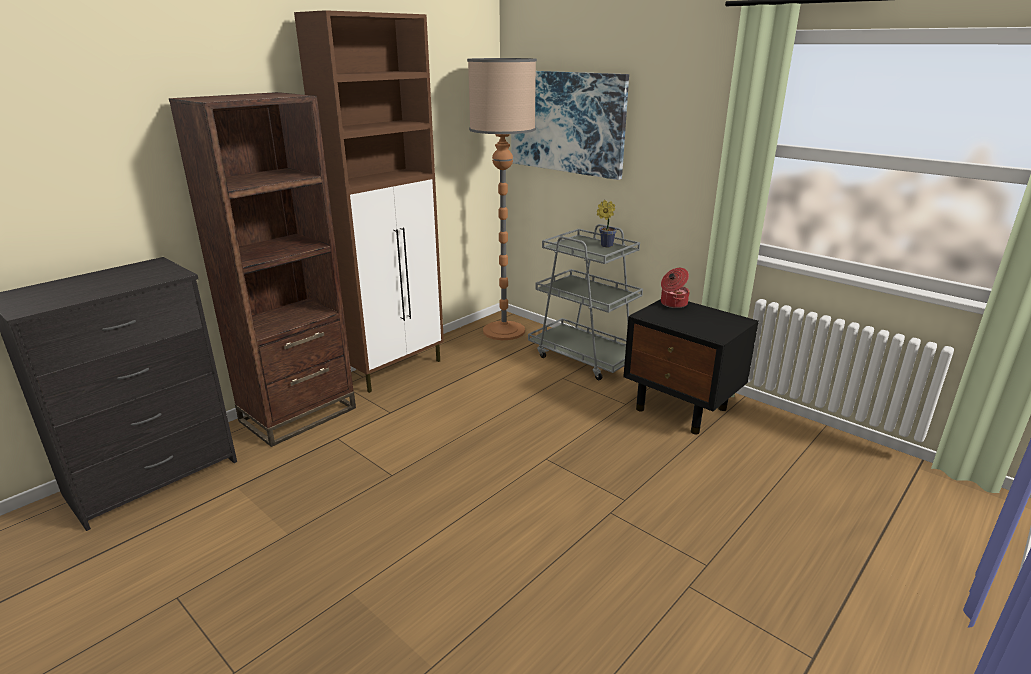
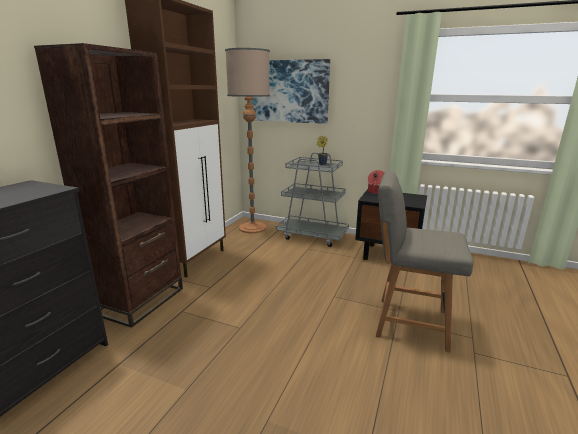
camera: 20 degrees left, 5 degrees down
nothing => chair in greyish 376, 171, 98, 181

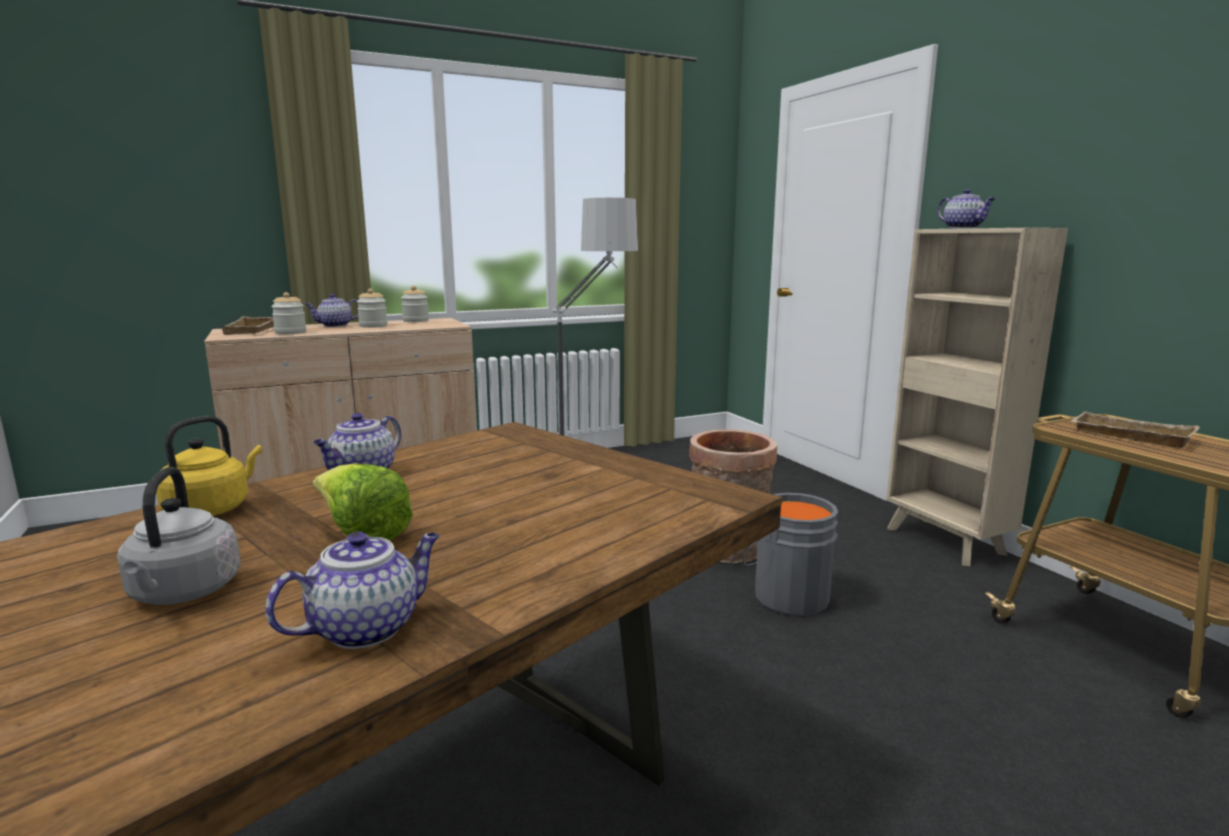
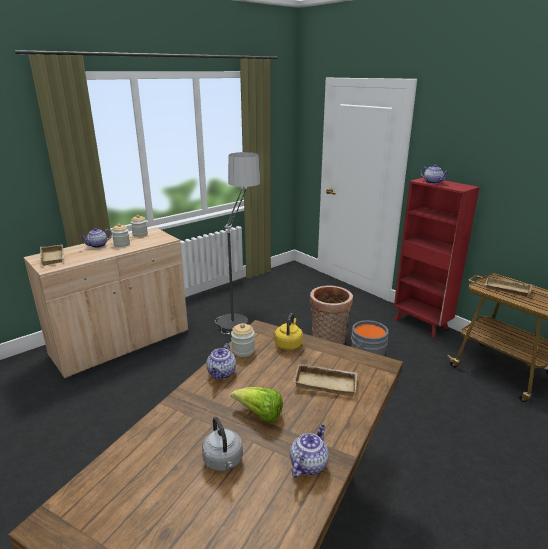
camera: 15 degrees left, 10 degrees up
bookshelf in beige 886, 228, 182, 338 => bookshelf in red 394, 178, 86, 160
storage jar 271, 292, 35, 42 => storage jar 231, 323, 24, 34, move
kettle in yellowish 156, 416, 107, 100 => kettle in yellowish 275, 313, 28, 37, move
nothing => serving tray in beige 293, 364, 65, 32

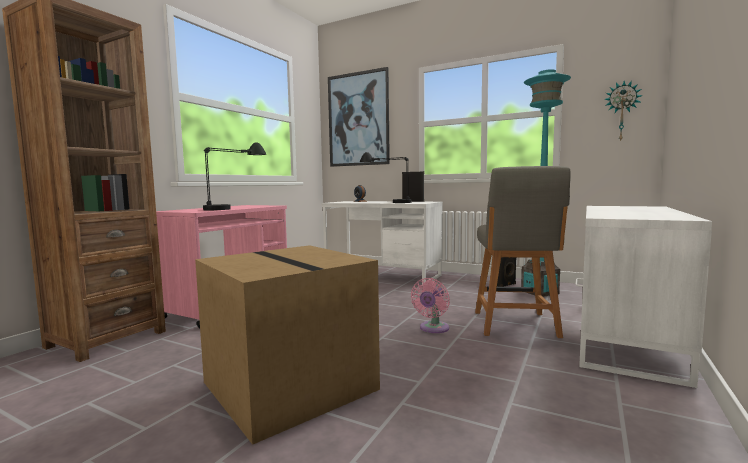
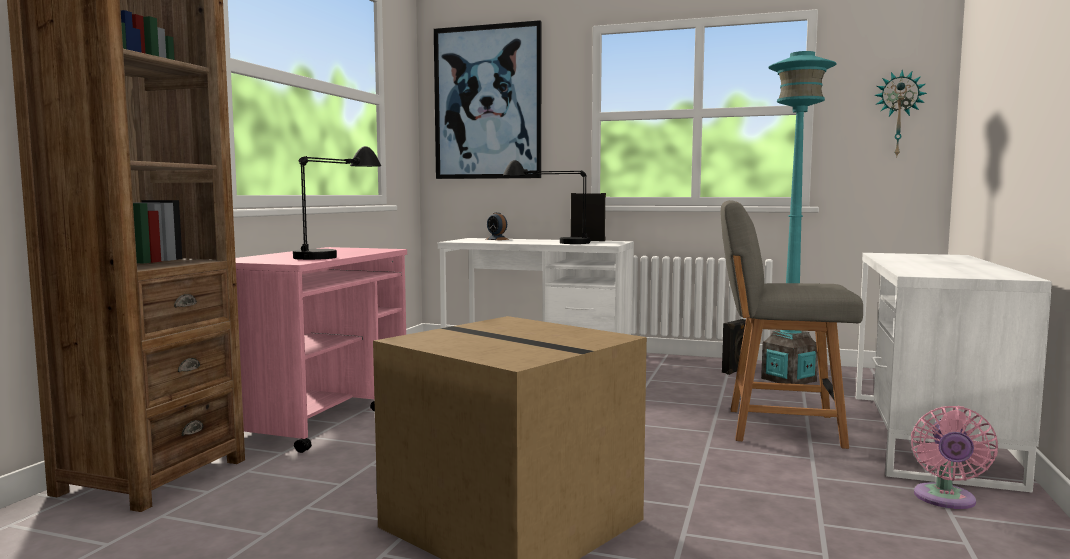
camera: 10 degrees left, 0 degrees up
chair in greyish 475, 166, 96, 172 => chair in greyish 721, 200, 142, 249, 105 degrees clockwise
fan in pink 411, 278, 39, 55 => fan in pink 911, 406, 87, 103, move

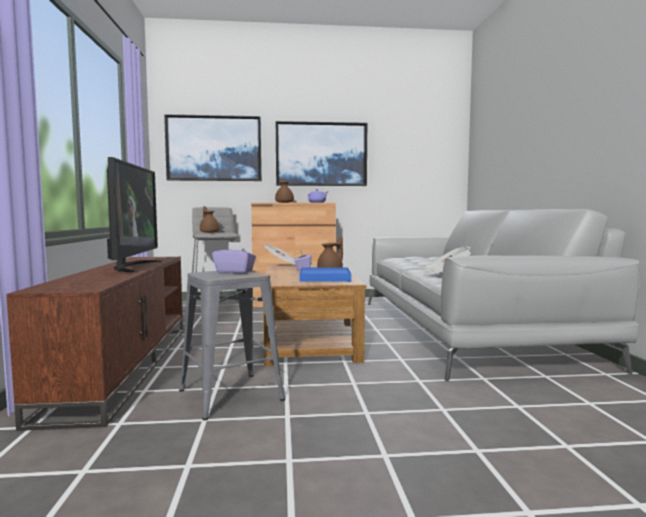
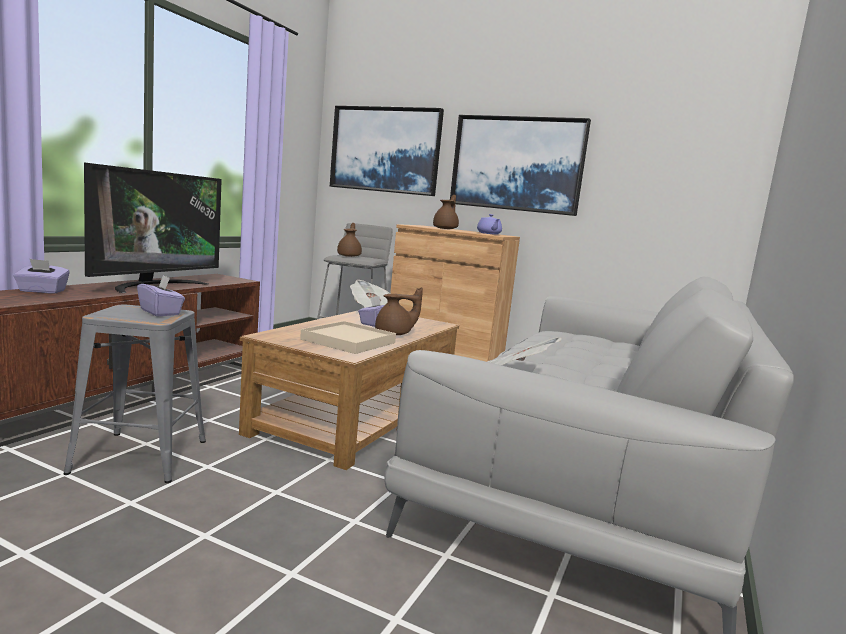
camera: 30 degrees right, 5 degrees up
serving tray in blue 300, 267, 51, 15 => serving tray in beige 300, 321, 96, 33
nothing => tissue box in purple 13, 259, 57, 34

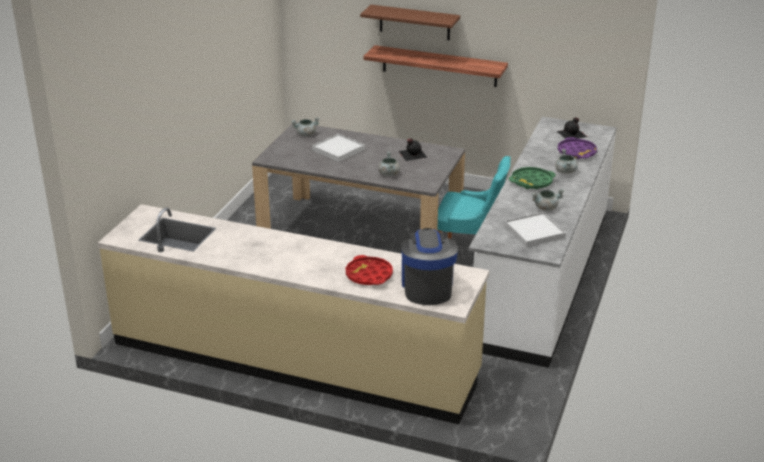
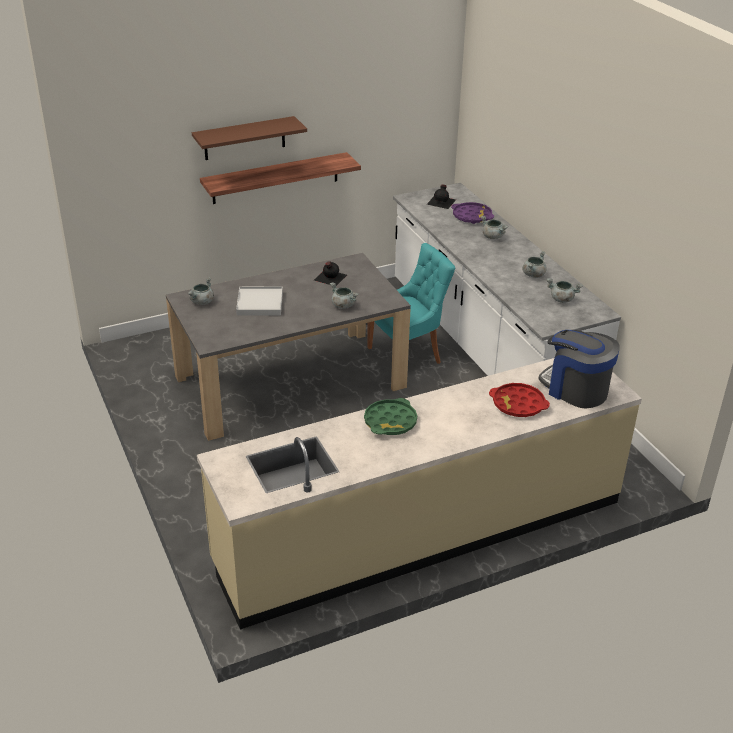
camera: 45 degrees left, 5 degrees up
serving tray in green-coloured 509, 167, 47, 22 => serving tray in green-coloured 364, 398, 53, 37, move
serving tray in white 505, 212, 61, 36 => saucepot in greyish 547, 278, 36, 25

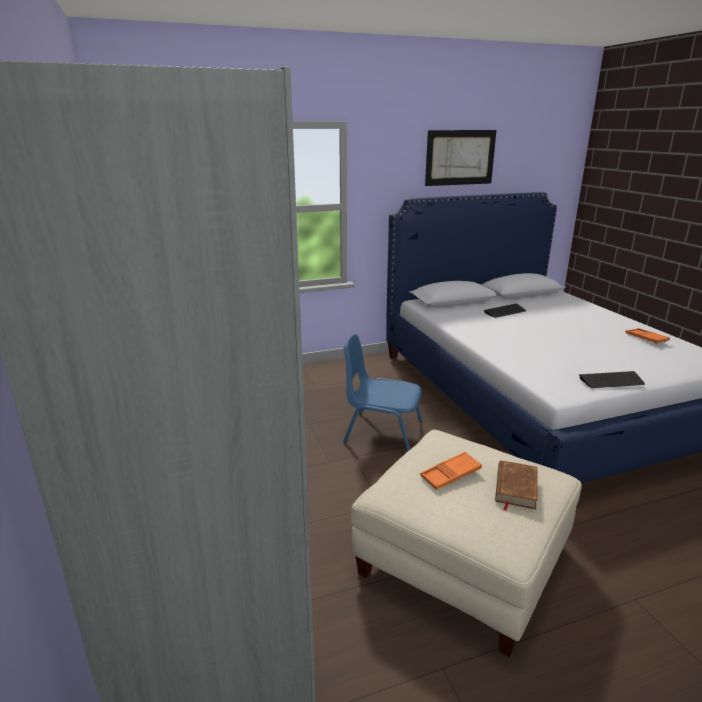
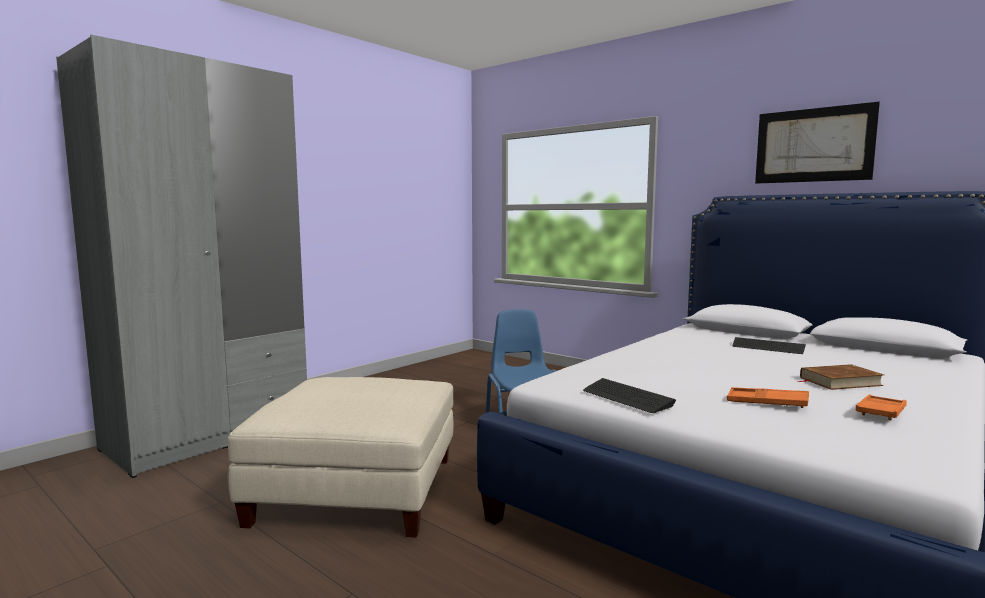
camera: 60 degrees right, 15 degrees down
serving tray in orangey 420, 452, 62, 38 => serving tray in orangey 727, 387, 82, 21, move
book in brown 495, 460, 43, 51 => book in brown 798, 364, 86, 26, move

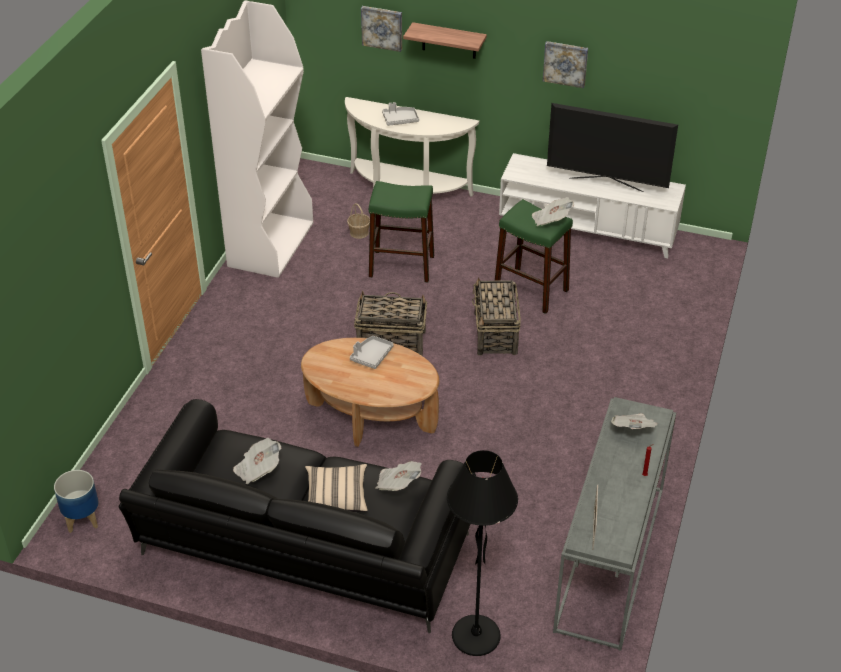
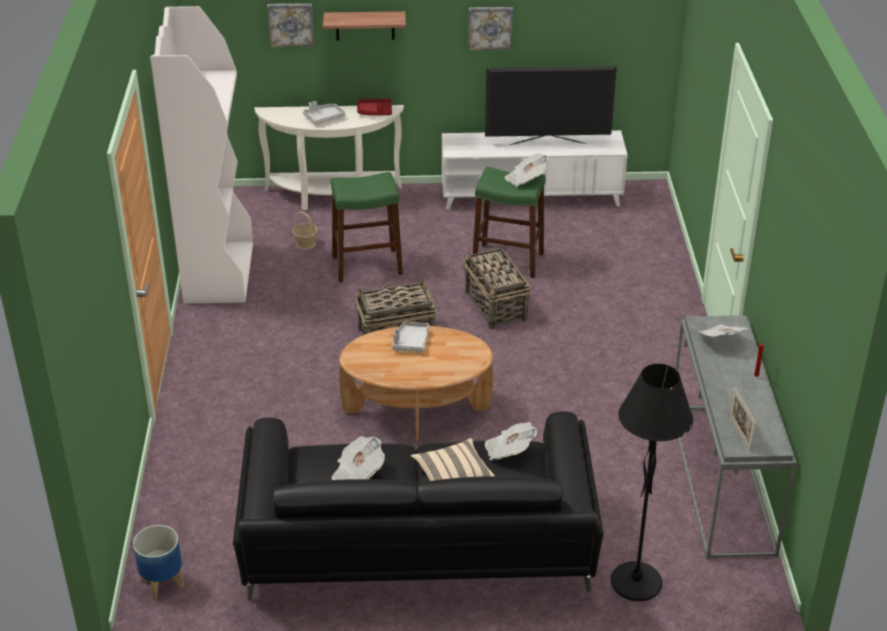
camera: 20 degrees left, 5 degrees down
nothing => serving tray in red 357, 98, 35, 18

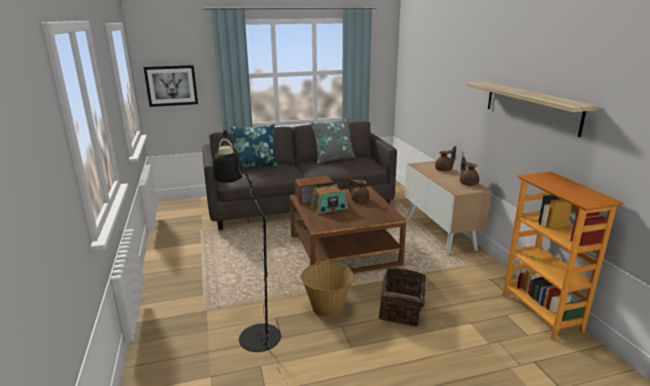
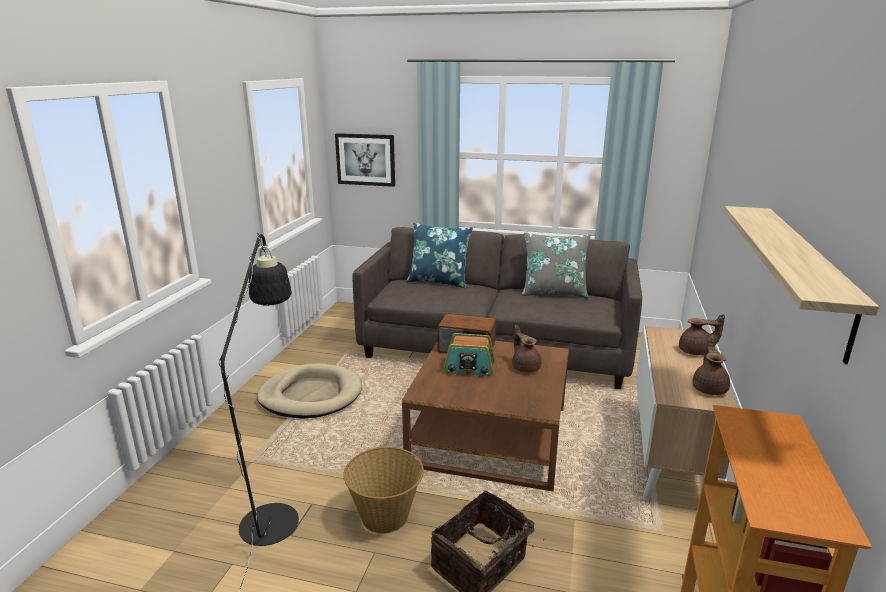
camera: 30 degrees right, 0 degrees up
nothing => dog cushion in beige 257, 364, 105, 55

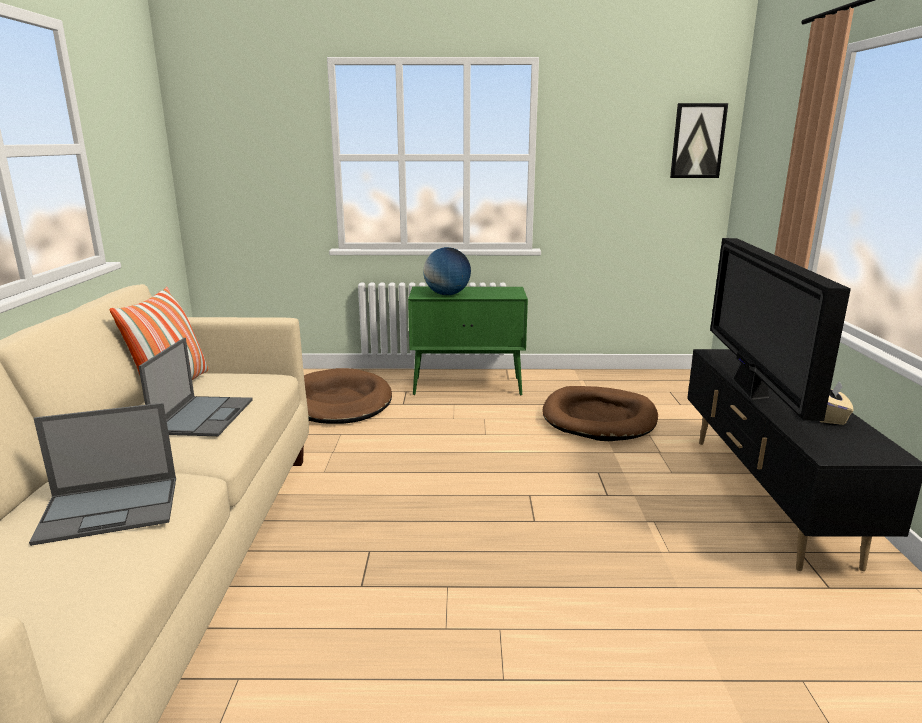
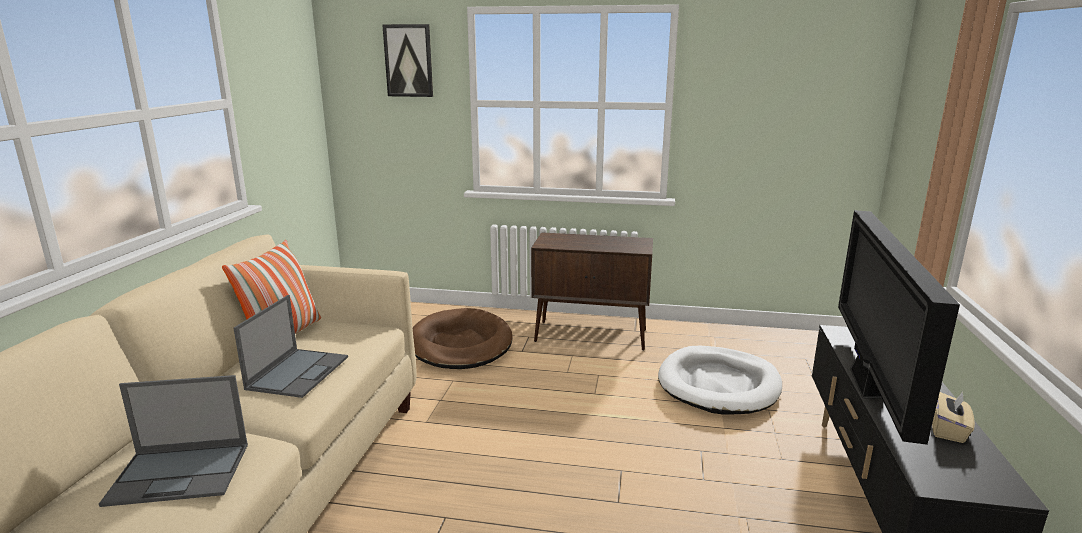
camera: 10 degrees right, 0 degrees up
picture 670, 103, 58, 75 => picture 382, 24, 51, 73, move
globe 423, 247, 48, 48 => nothing
cabinet in green-coloured 408, 287, 120, 108 => cabinet in brown 531, 232, 122, 119
dog cushion in brown 543, 386, 115, 55 => dog cushion in white 658, 346, 124, 68

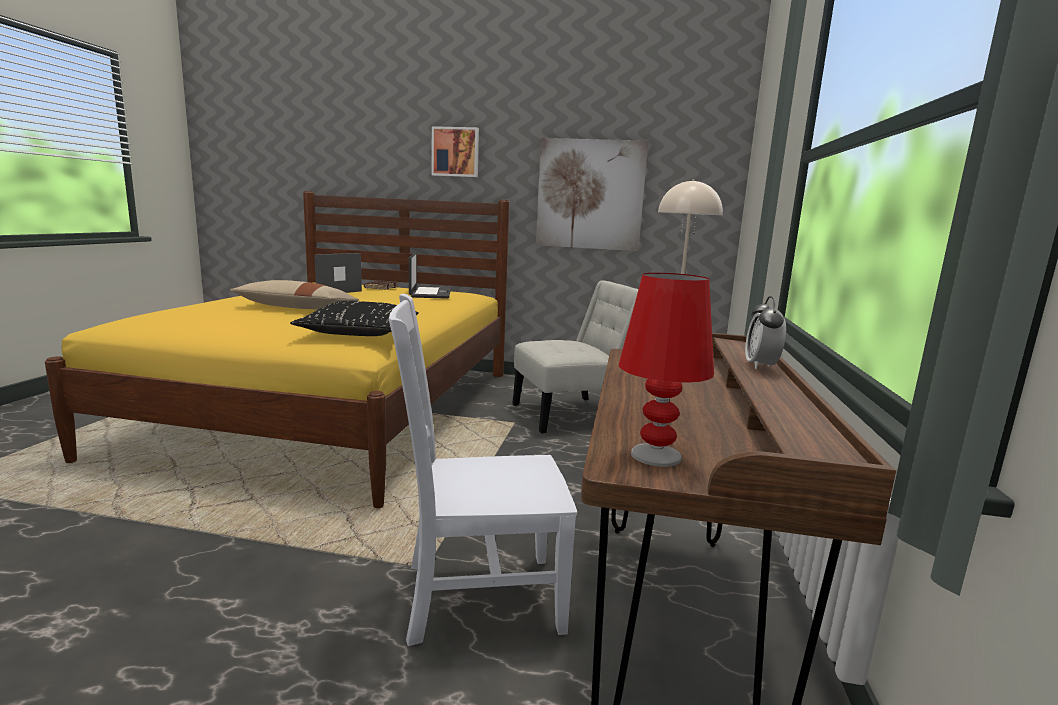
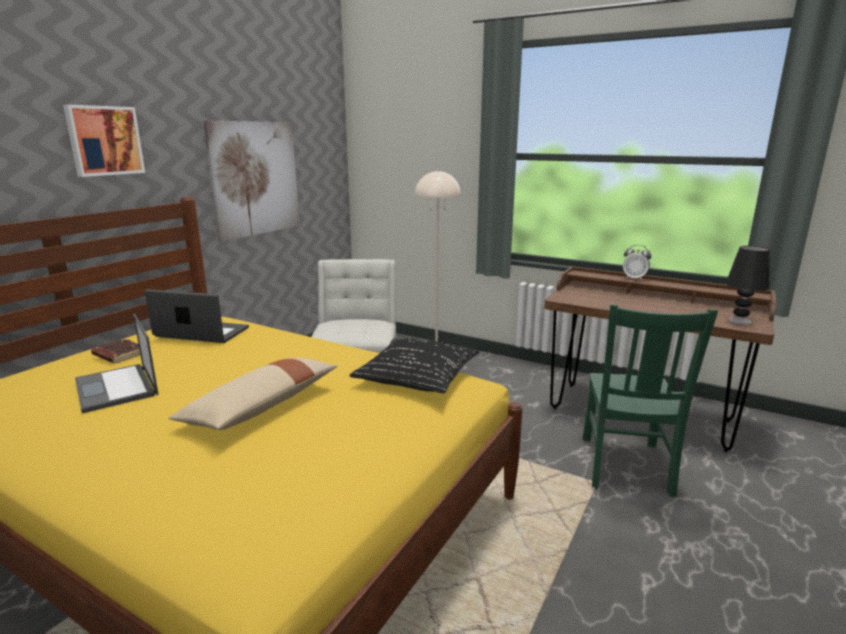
camera: 70 degrees left, 5 degrees up
lamp for a table in red 619, 273, 95, 194 => lamp for a table in blackish 726, 246, 44, 79
chair in white 389, 294, 188, 352 => chair in green-coloured 582, 304, 136, 193

